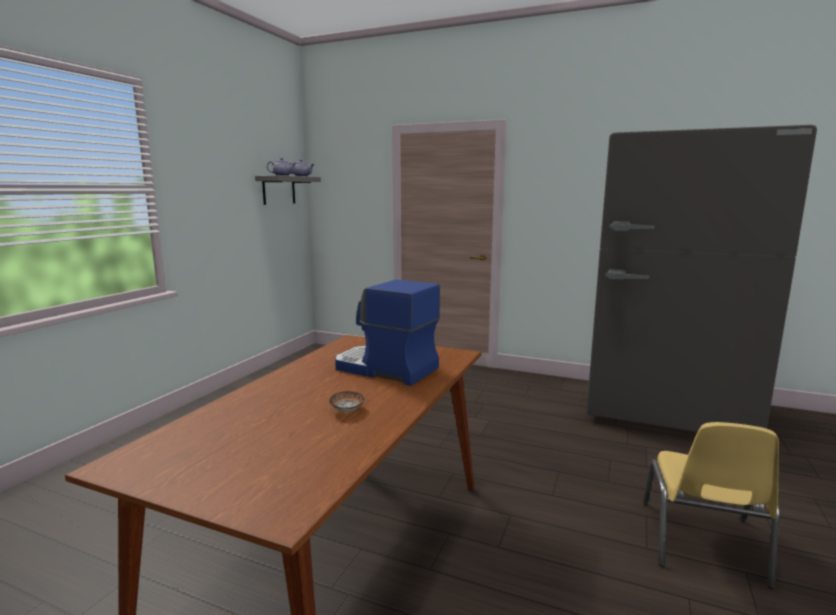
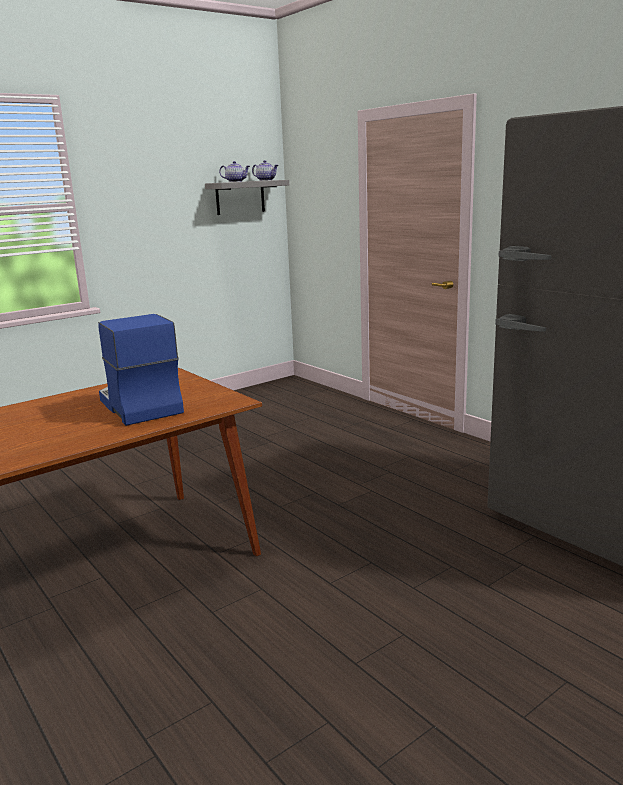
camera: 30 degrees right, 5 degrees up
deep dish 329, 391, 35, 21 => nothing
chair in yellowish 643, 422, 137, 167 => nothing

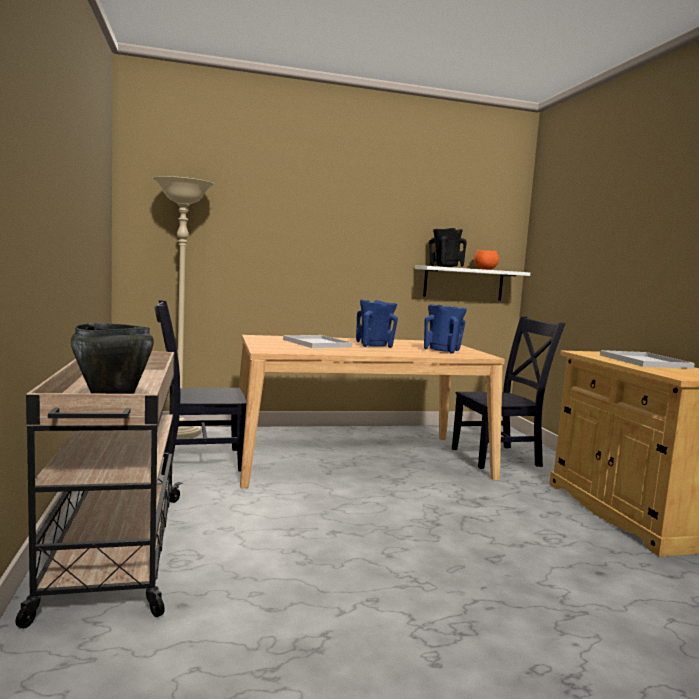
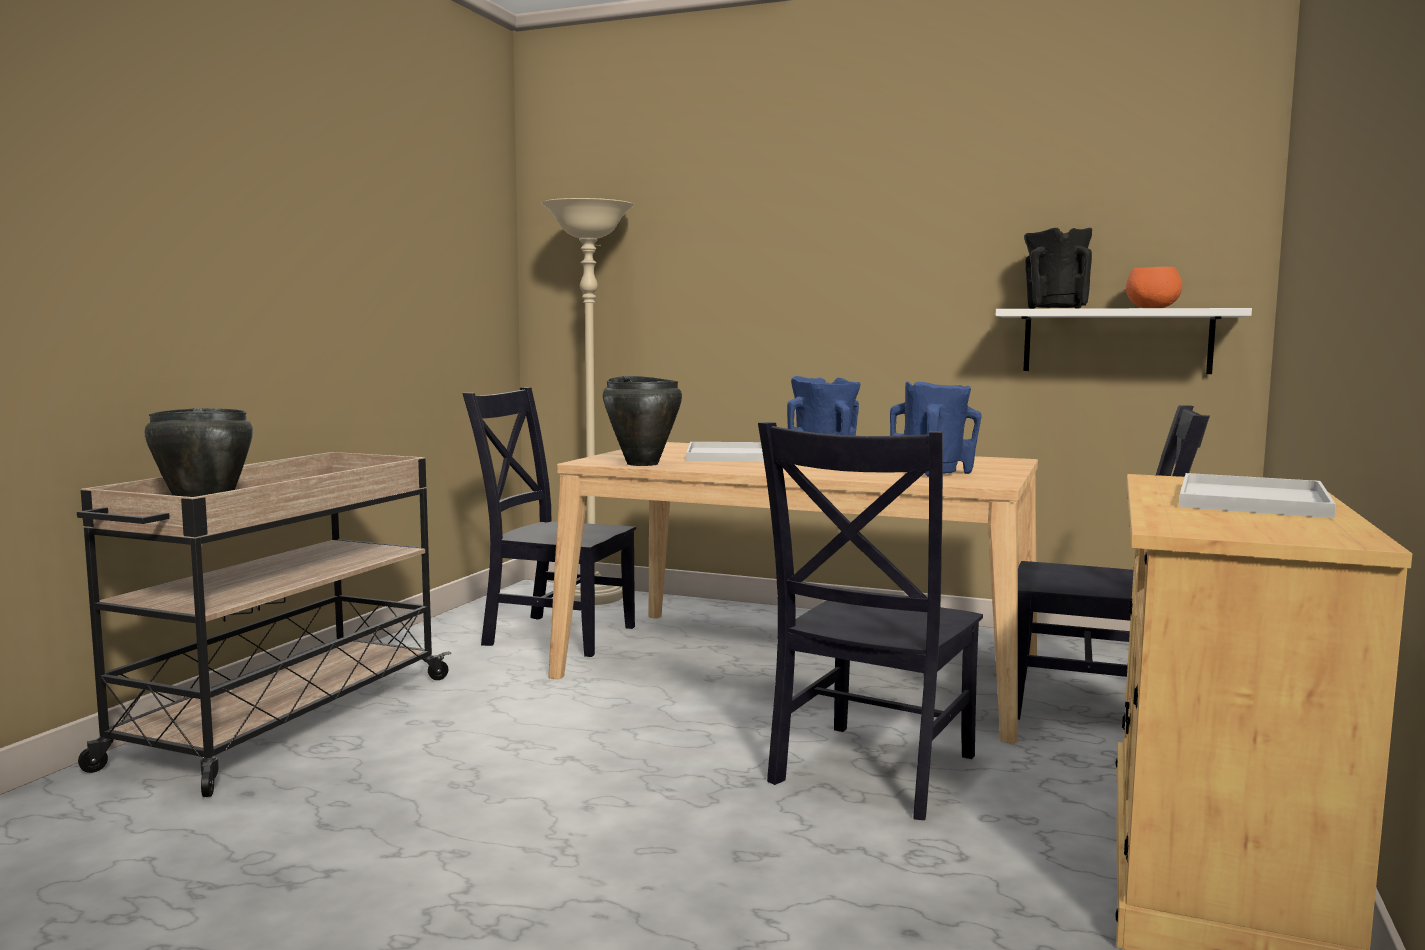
camera: 35 degrees right, 0 degrees up
nothing => saucepot in blackish 603, 376, 79, 90
nothing => chair in blackish 758, 422, 225, 398

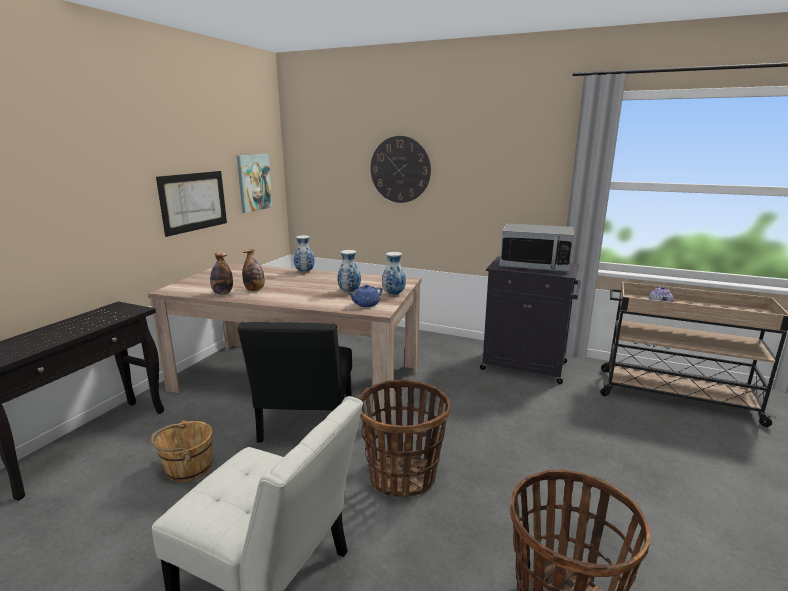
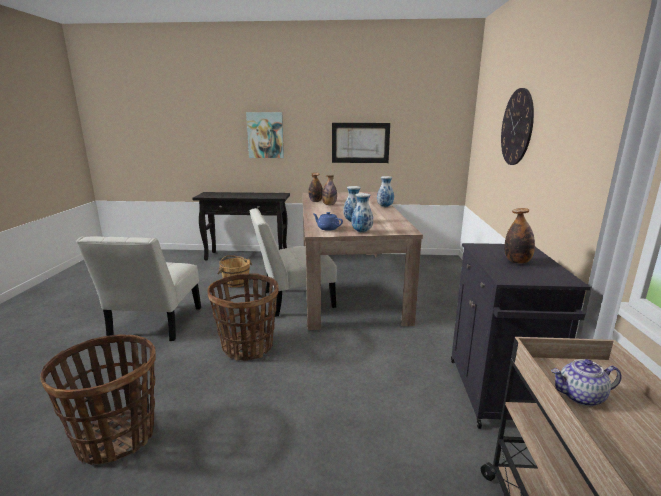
camera: 70 degrees right, 0 degrees up
picture 237, 154, 36, 59 => picture 246, 112, 38, 46, move
microwave 500, 223, 74, 49 => drink bottle 504, 208, 31, 56
chair in blackish 237, 322, 115, 121 => chair in white 250, 208, 87, 109

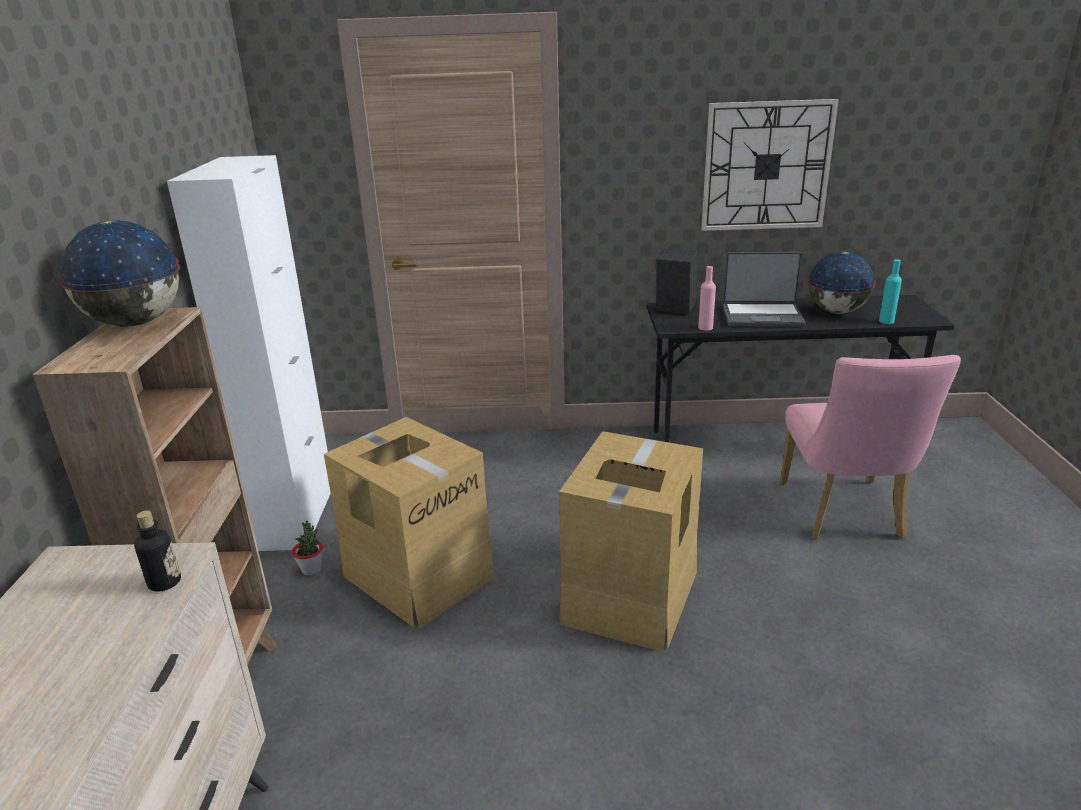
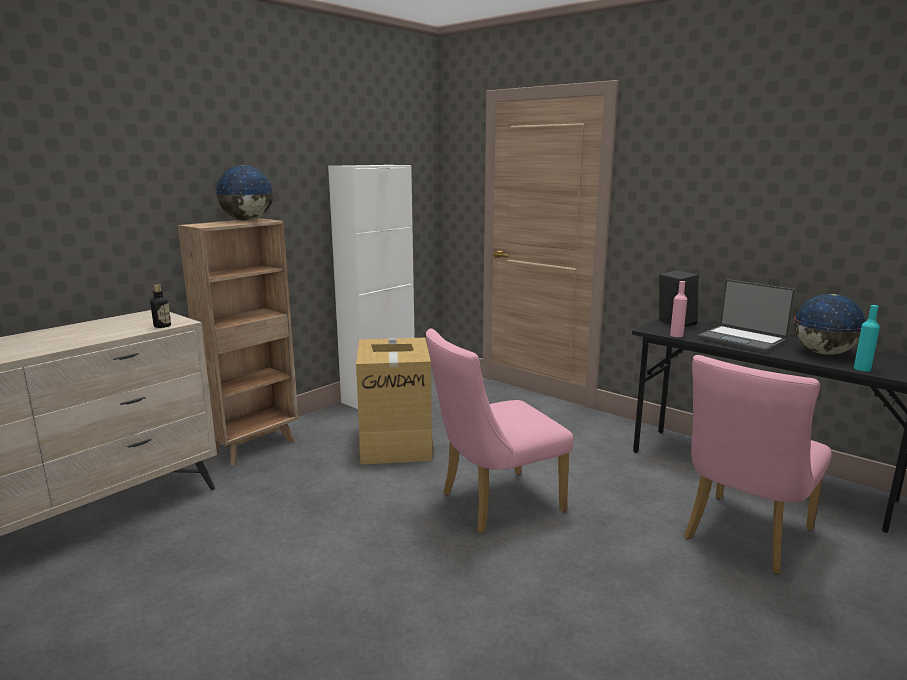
camera: 40 degrees right, 10 degrees down
hanging clock 701, 99, 138, 132 => nothing
carton 559, 431, 144, 221 => chair in pink 426, 329, 147, 204
potted plant 292, 520, 31, 55 => nothing

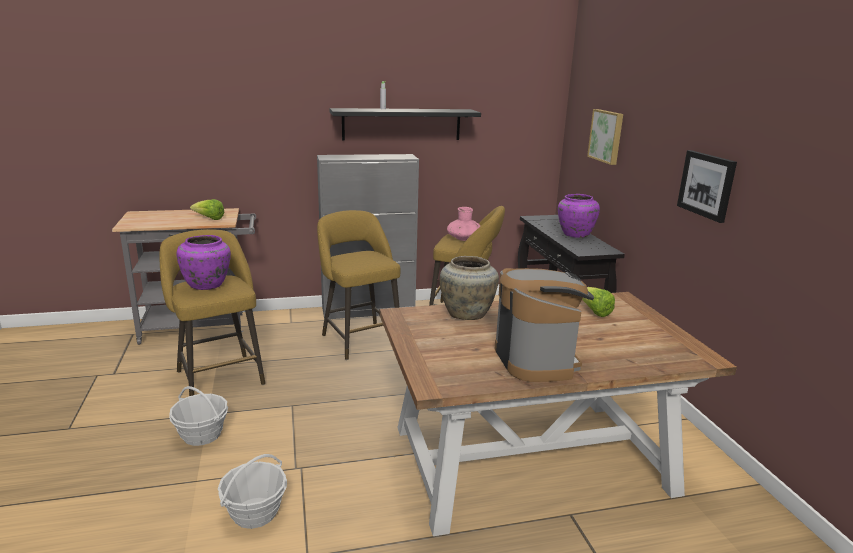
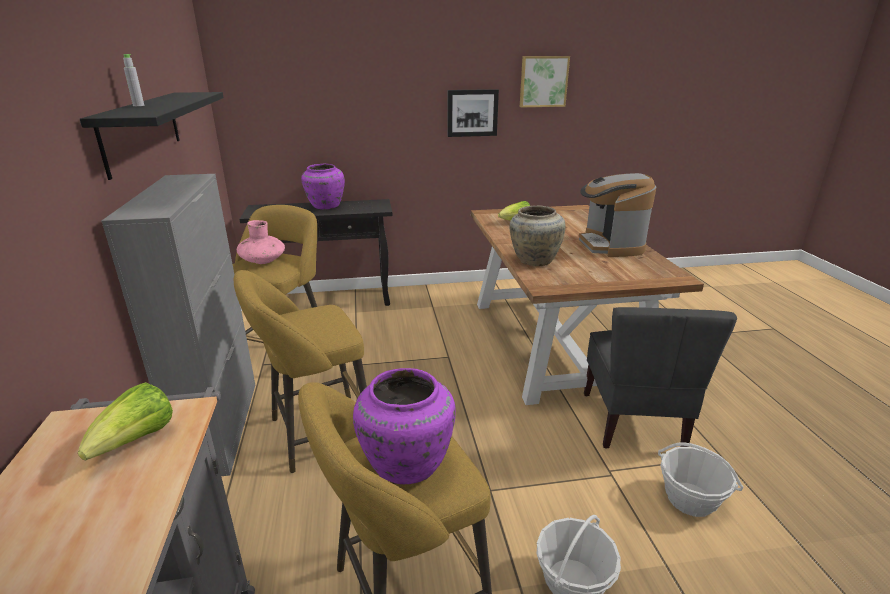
camera: 85 degrees left, 5 degrees up
picture 587, 109, 36, 56 => picture 520, 56, 50, 51, move
coffee maker 495, 268, 99, 114 => coffee maker 579, 173, 78, 84, 90 degrees counterclockwise
nothing => chair in greyish 584, 307, 153, 142

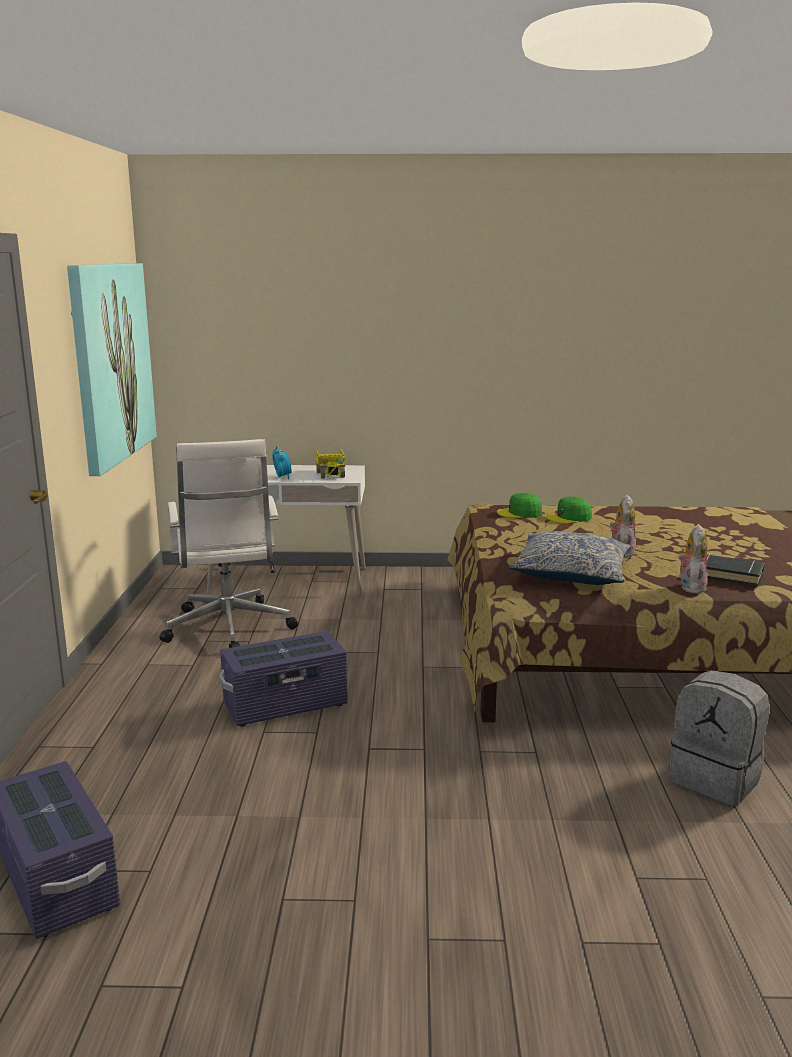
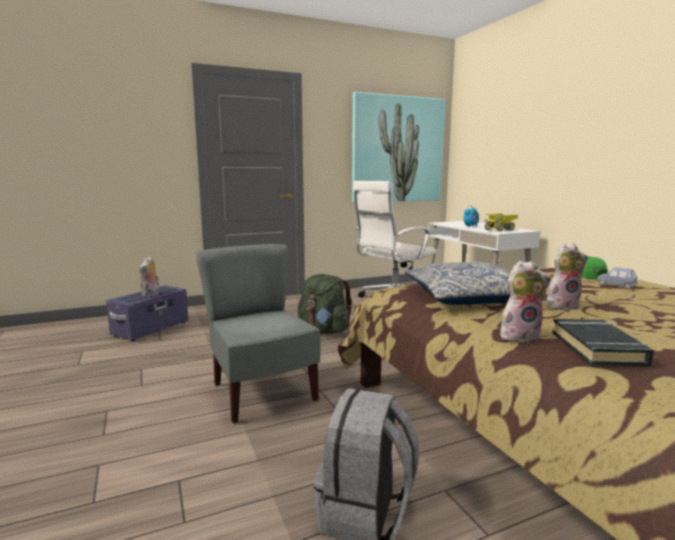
camera: 65 degrees right, 5 degrees down
baseball cap in green-coloured 546, 496, 46, 28 => toy car in blue 596, 267, 42, 22
storage box in purple 219, 631, 129, 95 => knapsack in green-coloured 298, 274, 55, 60
nothing => chair in greyish 196, 244, 125, 179
nothing => cuddly toy 139, 257, 21, 40

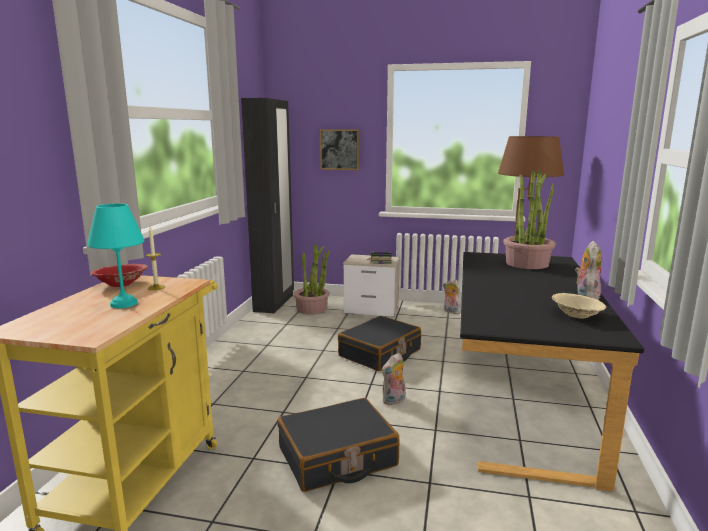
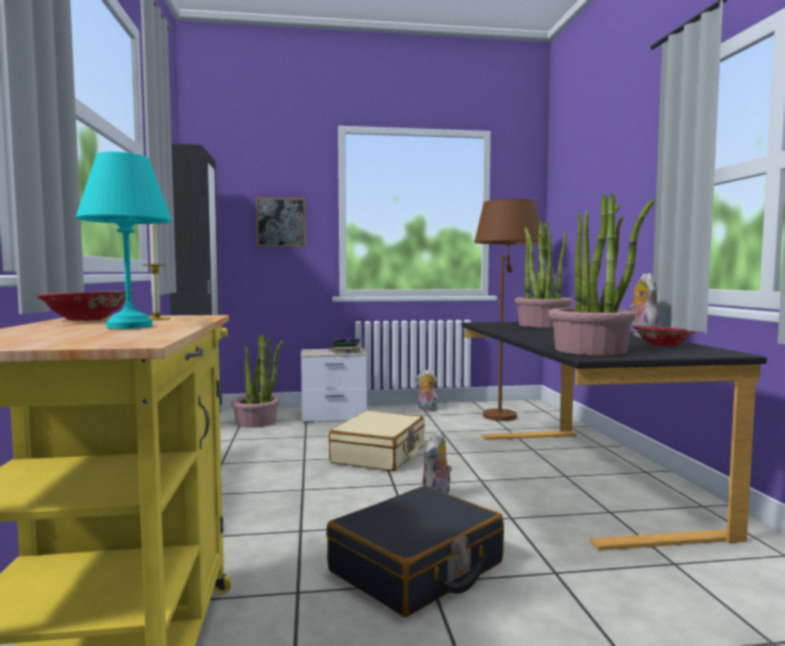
camera: 20 degrees left, 10 degrees down
deep dish in beige 552, 293, 54, 26 => deep dish in red 632, 325, 64, 22
travel case in blackish 338, 316, 83, 55 => travel case in beige 329, 411, 96, 60
nothing => potted plant 548, 193, 106, 162

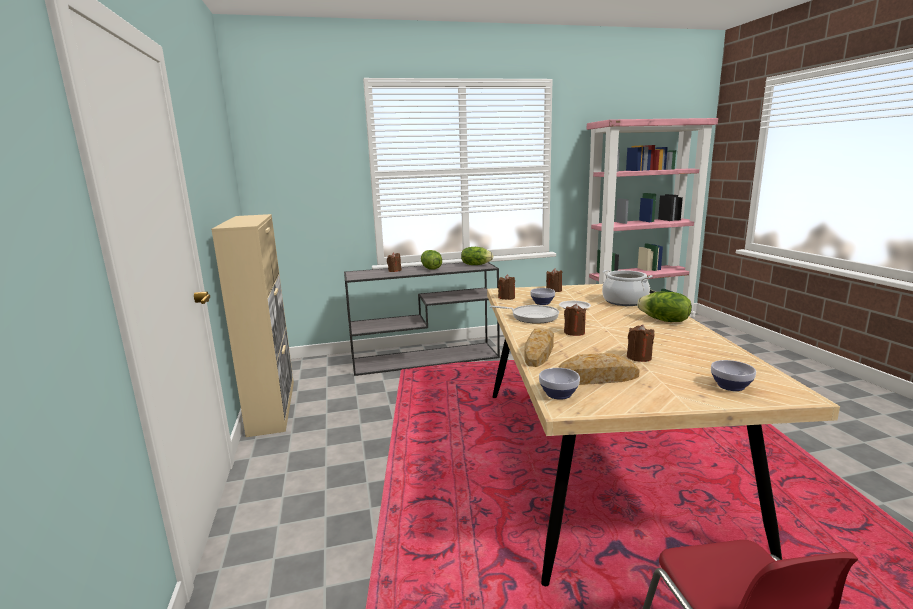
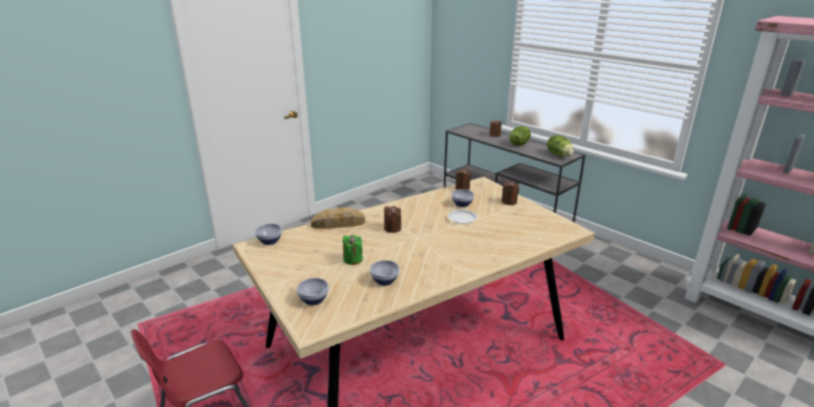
camera: 60 degrees right, 10 degrees up
cabinet in beige 211, 214, 83, 223 => nothing
saucepot 602, 270, 51, 36 => nothing
lettuce head 637, 292, 55, 30 => nothing
pan 490, 305, 69, 19 => nothing
candle in brown 627, 325, 28, 37 => candle in green-coloured 343, 235, 20, 30
bread 558, 353, 82, 32 => nothing
nothing => deep dish 370, 260, 30, 26

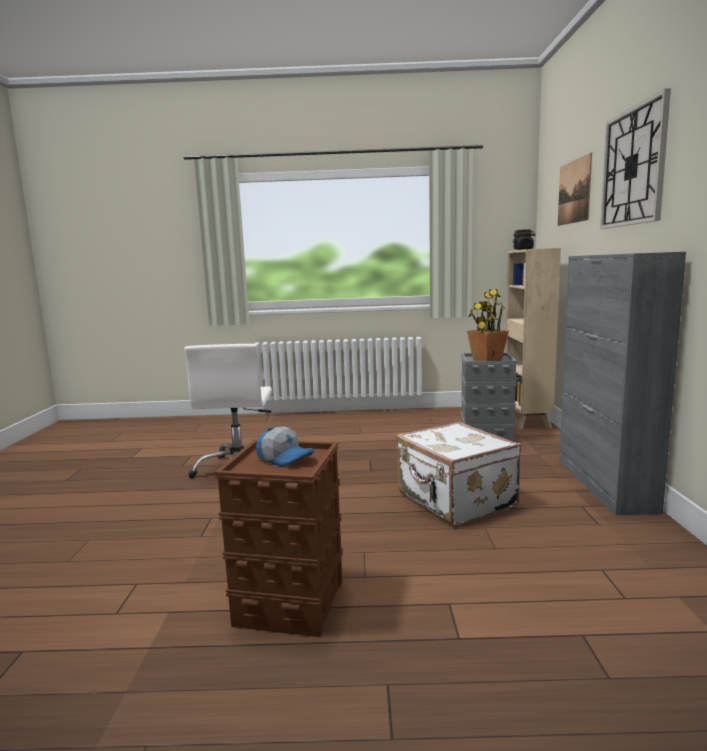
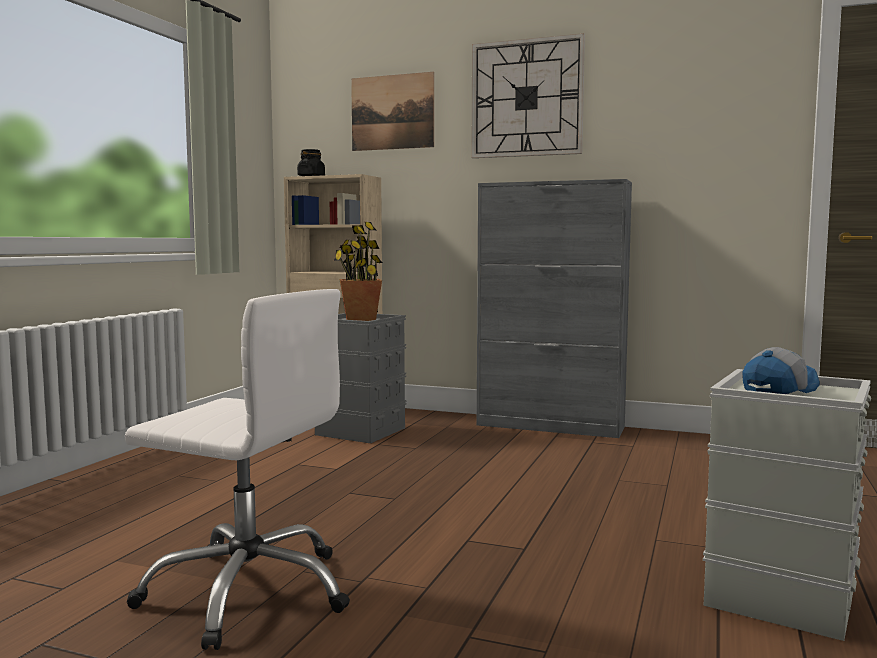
camera: 70 degrees left, 5 degrees down
travel case in white 396, 422, 125, 104 => nothing
storage box in brown 215, 439, 128, 198 => storage box in greyish 703, 369, 168, 272

